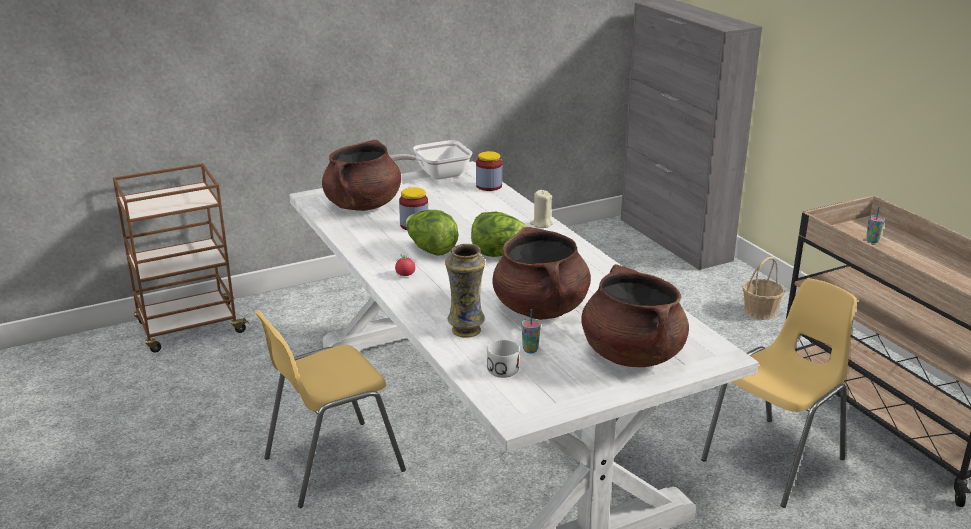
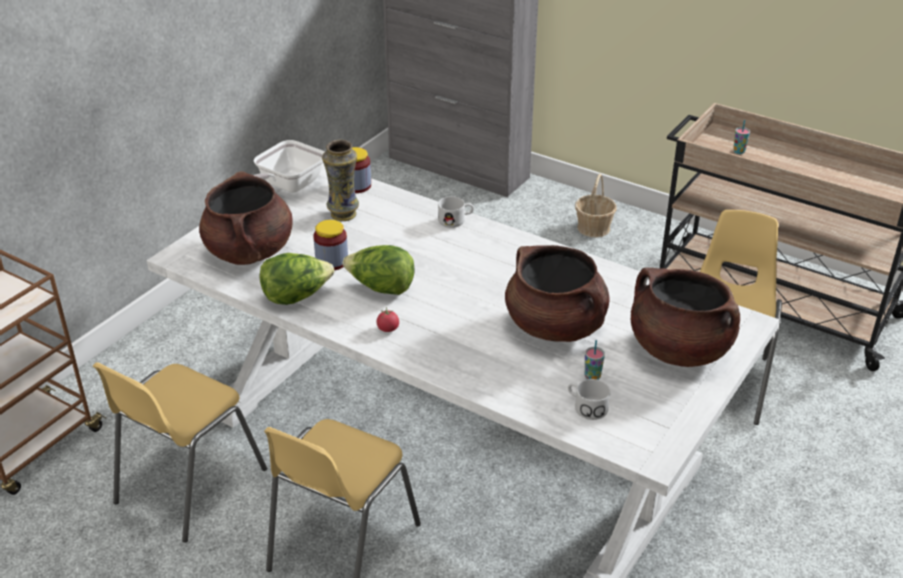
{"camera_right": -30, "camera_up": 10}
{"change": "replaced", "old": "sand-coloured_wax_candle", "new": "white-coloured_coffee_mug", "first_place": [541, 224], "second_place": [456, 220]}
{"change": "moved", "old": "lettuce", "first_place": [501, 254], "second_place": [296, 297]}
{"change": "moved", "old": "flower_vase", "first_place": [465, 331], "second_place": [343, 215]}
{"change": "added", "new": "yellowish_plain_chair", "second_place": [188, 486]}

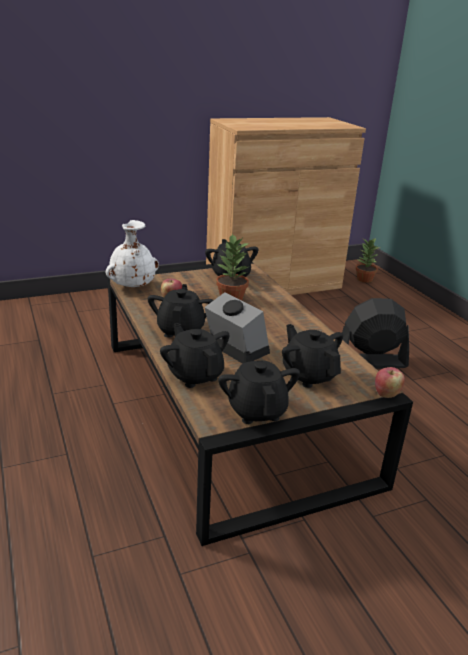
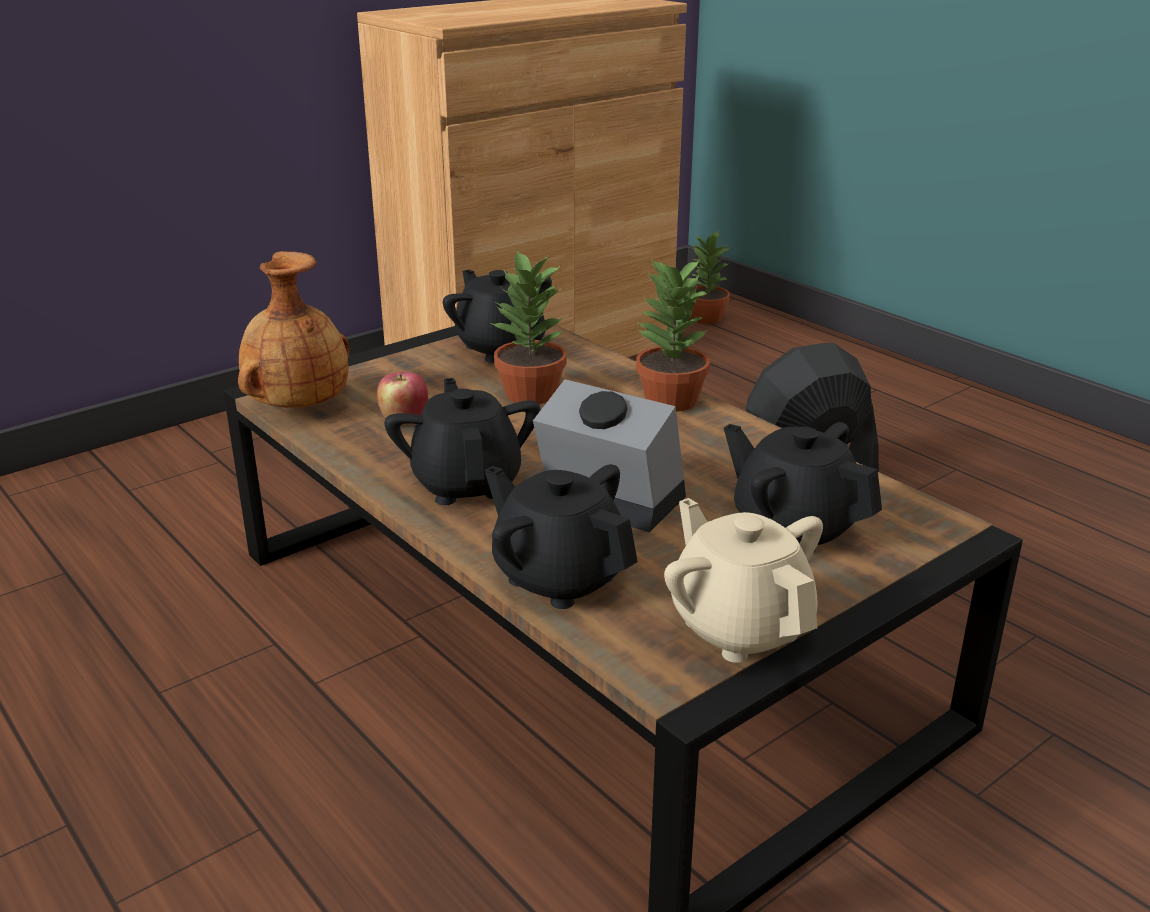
{"camera_right": -15, "camera_up": 0}
{"change": "recoloured", "old": "white-coloured_flower_vase", "new": "brown-coloured_flower_vase", "first_place": [132, 286], "second_place": [298, 406]}
{"change": "recoloured", "old": "blackish_pot_for_tea", "new": "sand-coloured_pot_for_tea", "first_place": [257, 410], "second_place": [740, 627]}
{"change": "removed", "old": "apple", "first_place": [386, 394]}
{"change": "added", "new": "houseplant", "second_place": [669, 400]}

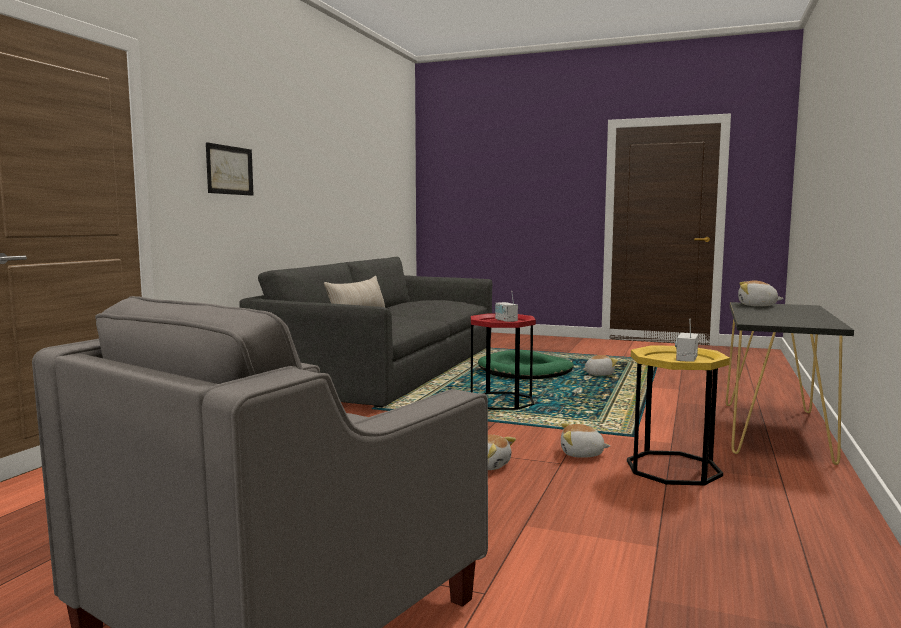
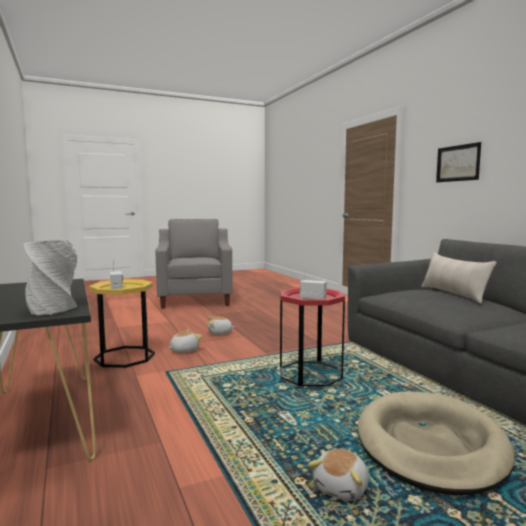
{"camera_right": 135, "camera_up": 0}
{"change": "replaced", "old": "plush_toy", "new": "gray_flower_vase", "first_place": [757, 305], "second_place": [53, 309]}
{"change": "recoloured", "old": "green-coloured_dog_cushion", "new": "sand-coloured_dog_cushion", "first_place": [525, 371], "second_place": [430, 445]}

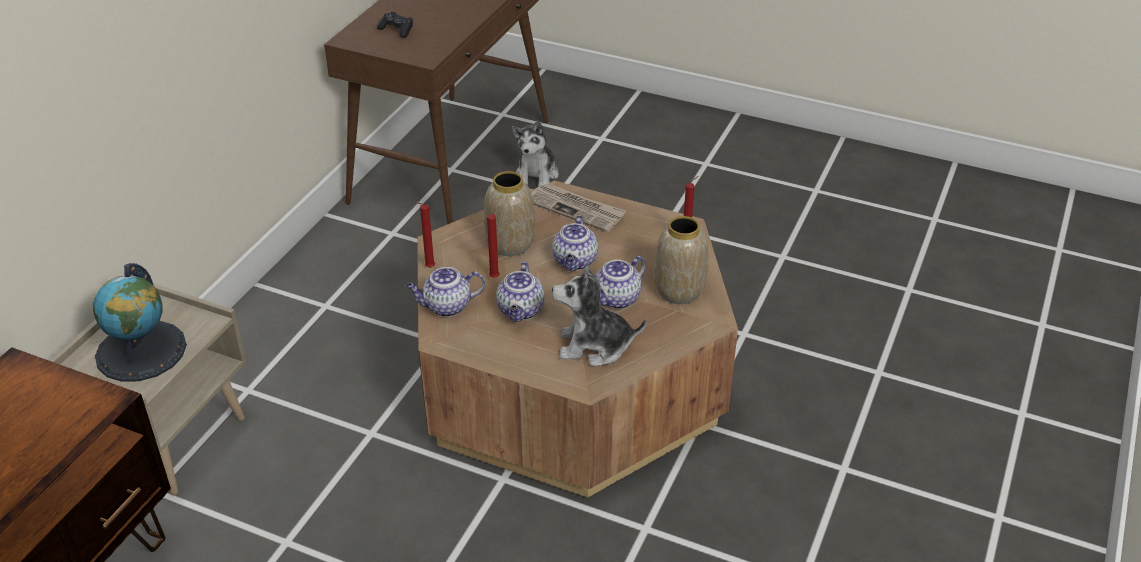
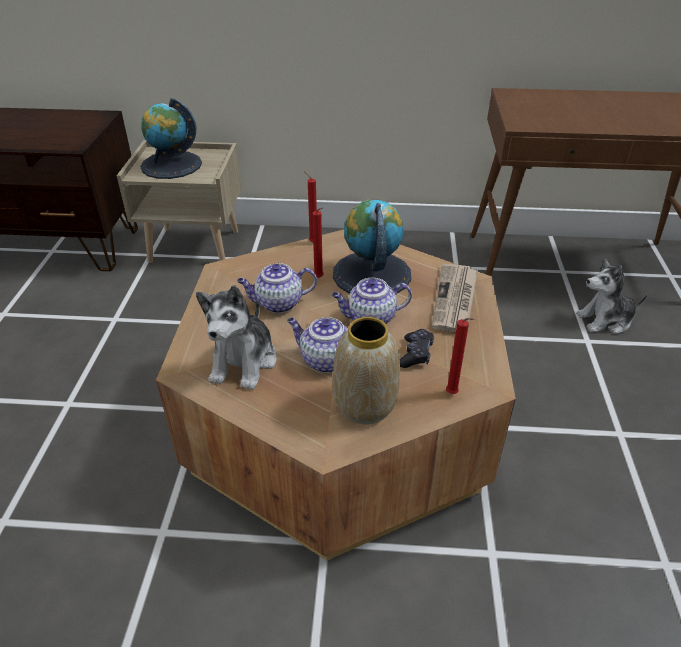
{"camera_right": 70, "camera_up": 0}
{"change": "moved", "old": "blackish_gamepad", "first_place": [397, 30], "second_place": [415, 354]}
{"change": "replaced", "old": "flower_vase", "new": "desk_globe", "first_place": [509, 244], "second_place": [371, 274]}
{"change": "turned", "old": "plush_toy", "first_place": [594, 346], "second_place": [244, 362], "degrees": -150}
{"change": "removed", "old": "pot_for_tea", "first_place": [446, 307]}

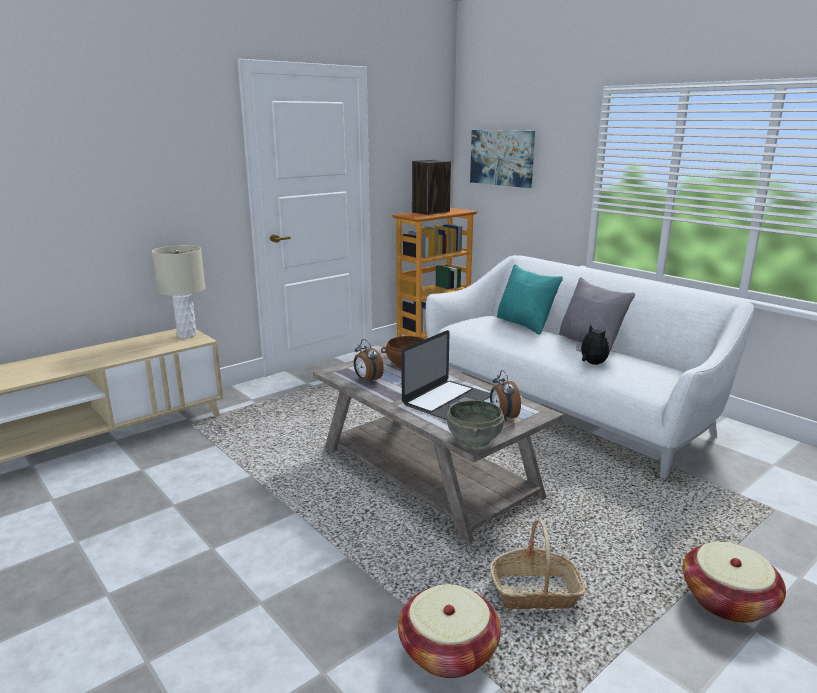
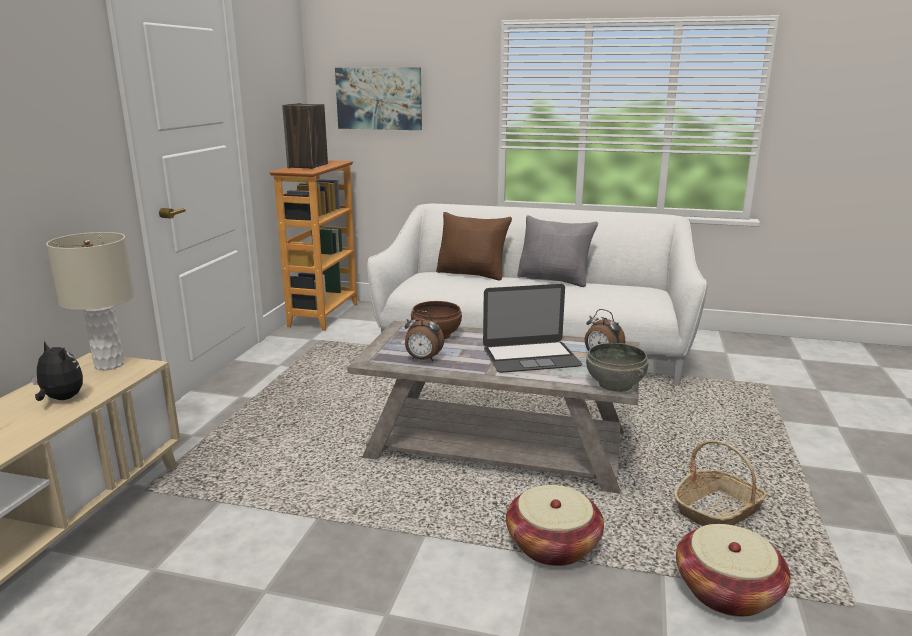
{"camera_right": -35, "camera_up": 0}
{"change": "recoloured", "old": "turquoise-coloured_cushion", "new": "brown-coloured_cushion", "first_place": [525, 324], "second_place": [472, 274]}
{"change": "moved", "old": "plush_toy", "first_place": [591, 363], "second_place": [61, 399]}
{"change": "turned", "old": "portable_computer", "first_place": [447, 400], "second_place": [531, 357], "degrees": 75}
{"change": "moved", "old": "household_basket", "first_place": [727, 601], "second_place": [553, 545]}

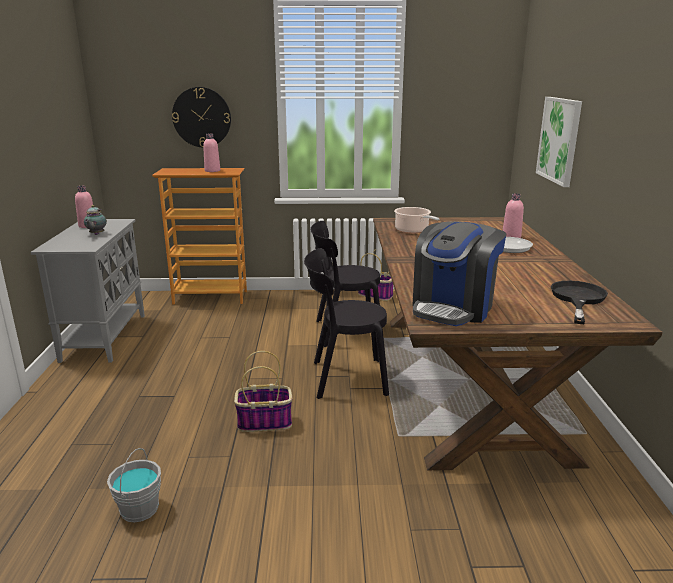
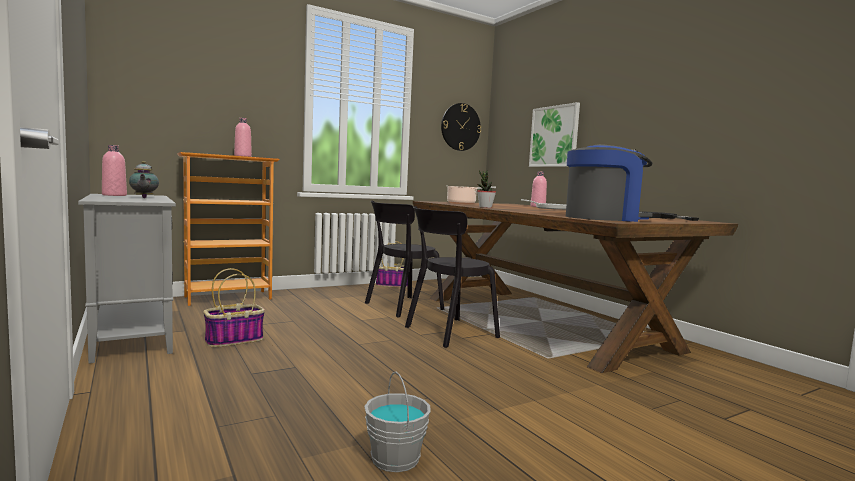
{"camera_right": -30, "camera_up": -15}
{"change": "moved", "old": "clock_on_the_wall", "first_place": [201, 117], "second_place": [460, 127]}
{"change": "turned", "old": "coffee_machine", "first_place": [453, 307], "second_place": [603, 218], "degrees": -105}
{"change": "moved", "old": "household_basket", "first_place": [265, 422], "second_place": [234, 340]}
{"change": "added", "new": "houseplant", "second_place": [485, 207]}

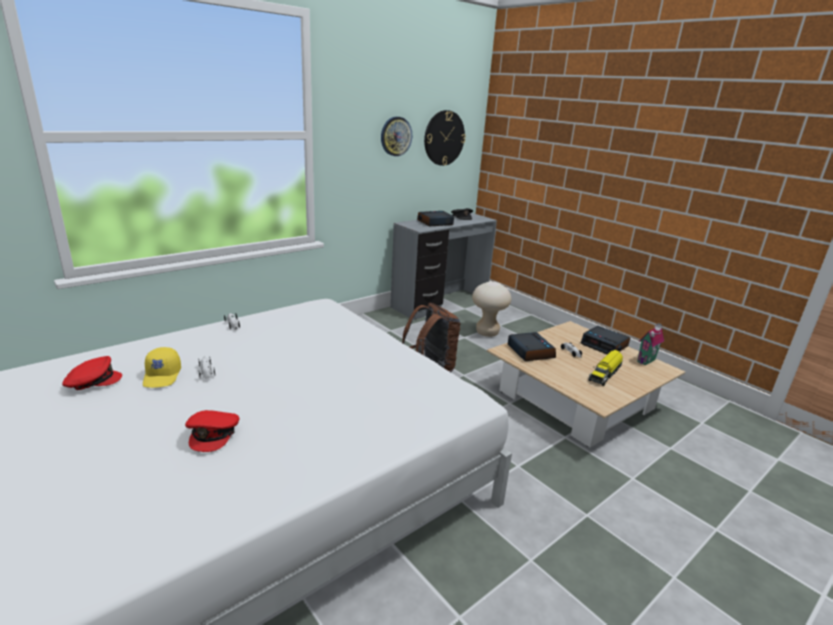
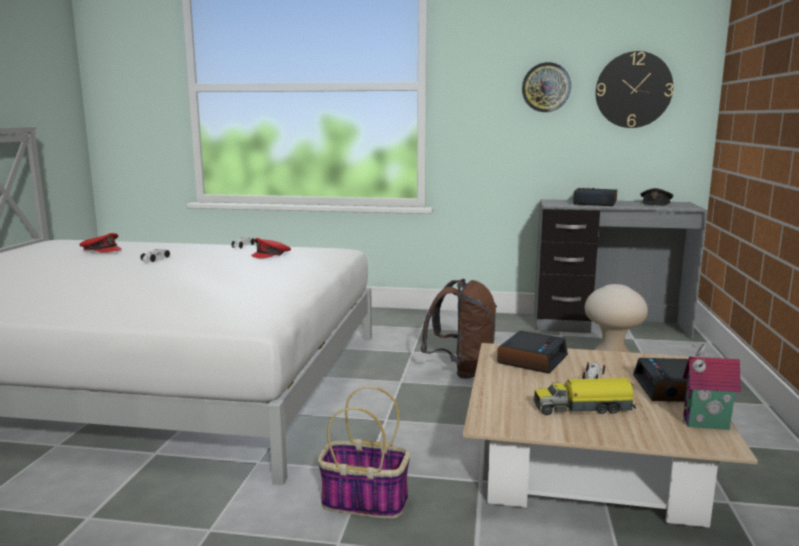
{"camera_right": 50, "camera_up": -10}
{"change": "removed", "old": "yellowish_peaked_cap", "first_place": [163, 376]}
{"change": "moved", "old": "reddish_peaked_cap", "first_place": [213, 433], "second_place": [272, 254]}
{"change": "added", "new": "household_basket", "second_place": [362, 501]}

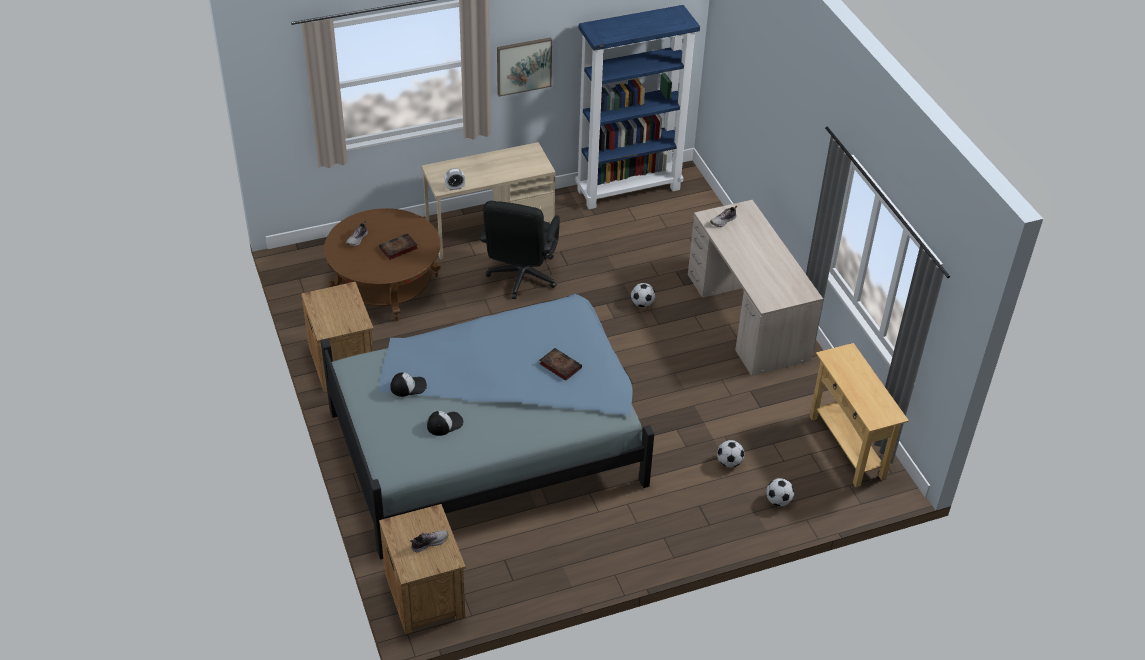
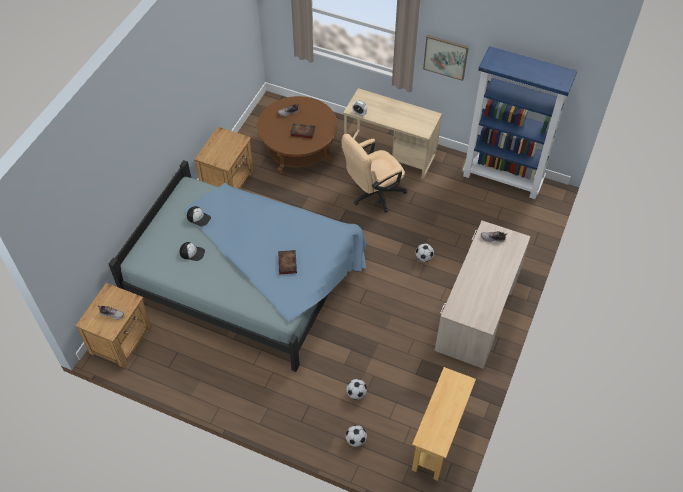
{"camera_right": 45, "camera_up": 10}
{"change": "recoloured", "old": "blackish_desk_chair", "new": "sand-coloured_desk_chair", "first_place": [521, 279], "second_place": [373, 195]}

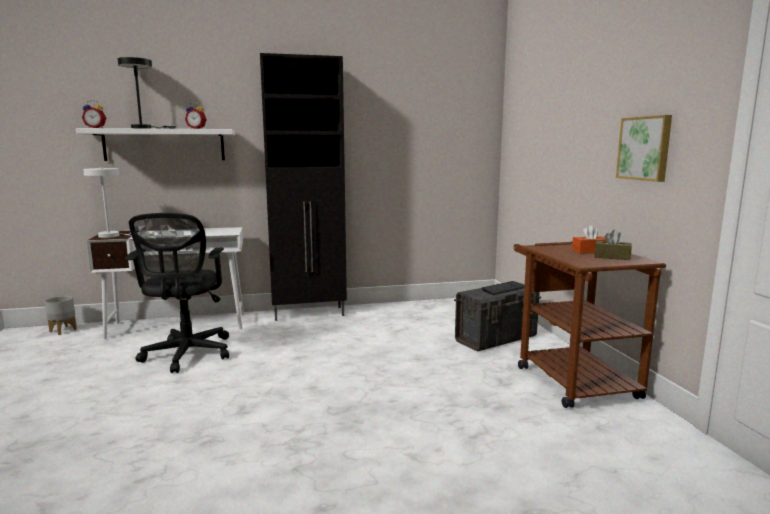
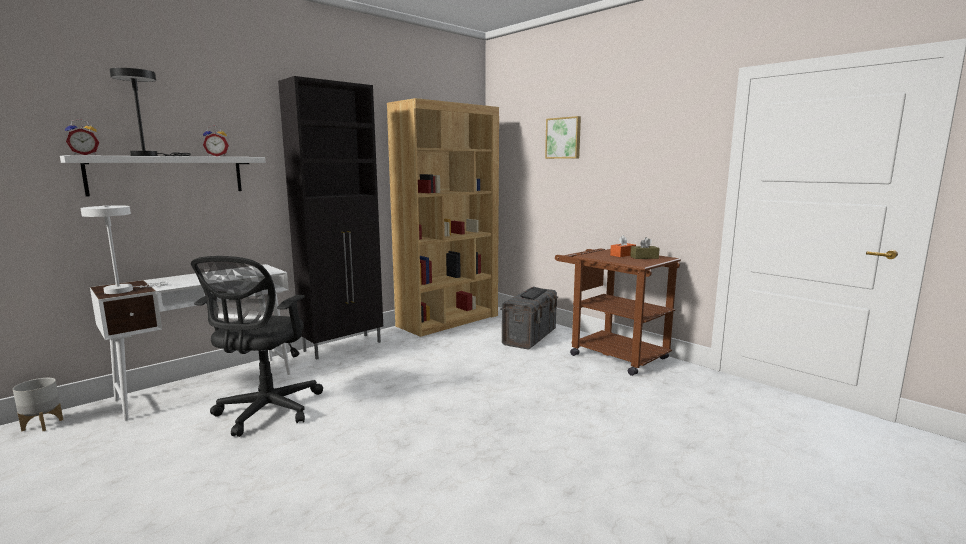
{"camera_right": -30, "camera_up": 0}
{"change": "moved", "old": "picture", "first_place": [645, 148], "second_place": [563, 138]}
{"change": "turned", "old": "blackish_desk_chair", "first_place": [187, 355], "second_place": [266, 412], "degrees": 45}
{"change": "added", "new": "brown-coloured_shelving_unit", "second_place": [448, 320]}

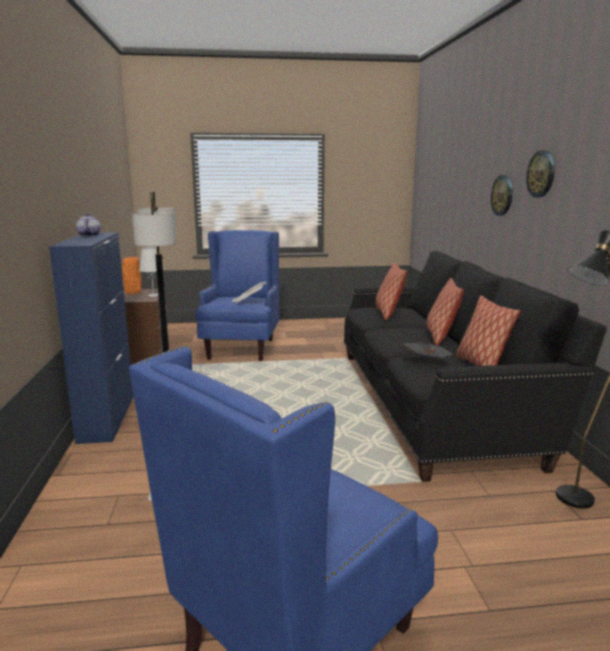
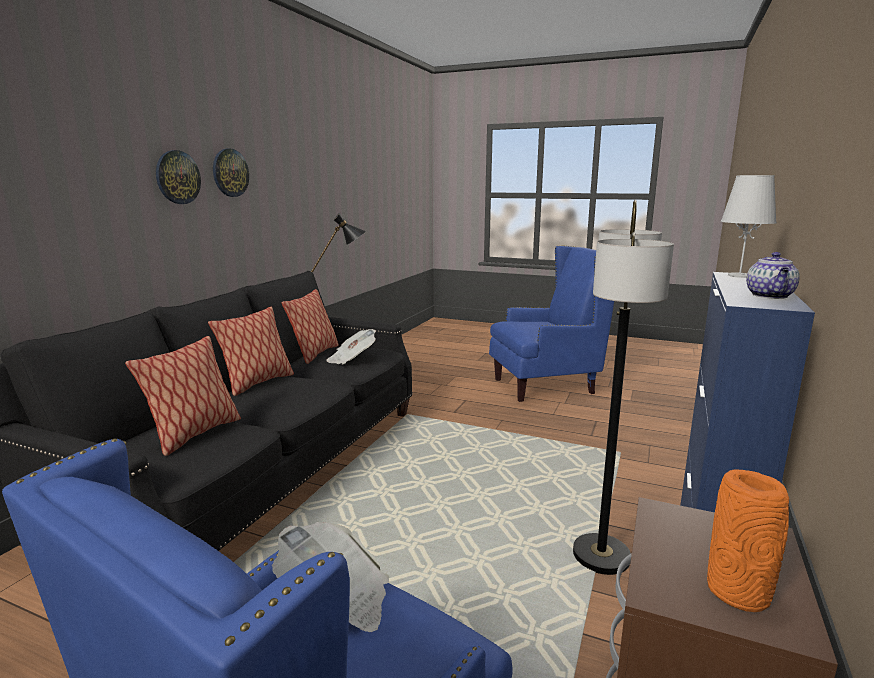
{"camera_right": -150, "camera_up": 0}
{"change": "moved", "old": "clock_on_the_wall", "first_place": [502, 195], "second_place": [230, 173]}
{"change": "moved", "old": "white-coloured_tabletop_lamp", "first_place": [153, 295], "second_place": [739, 276]}

